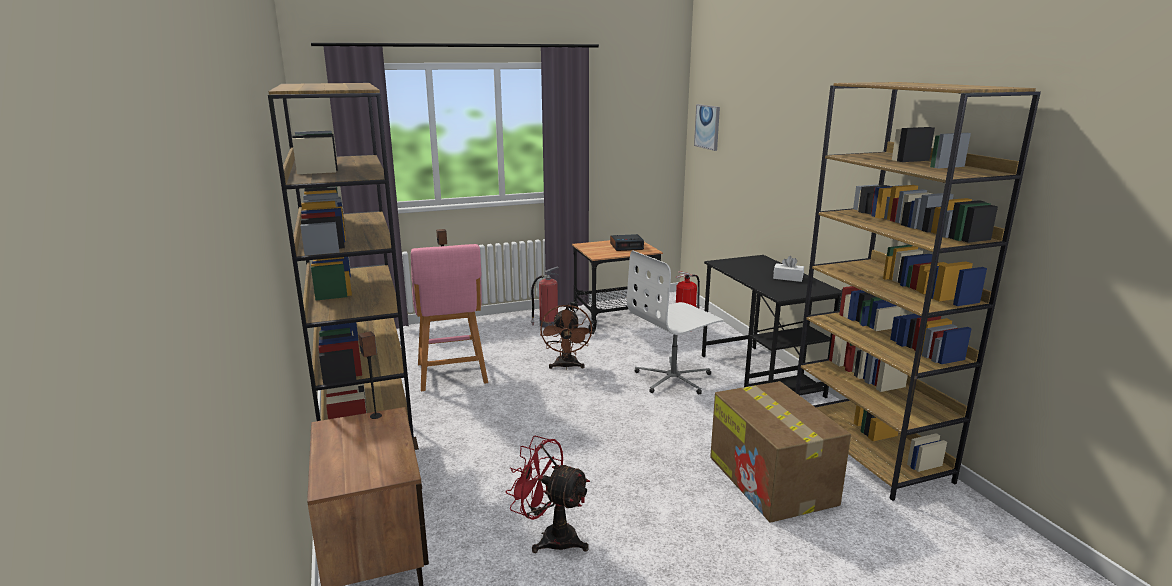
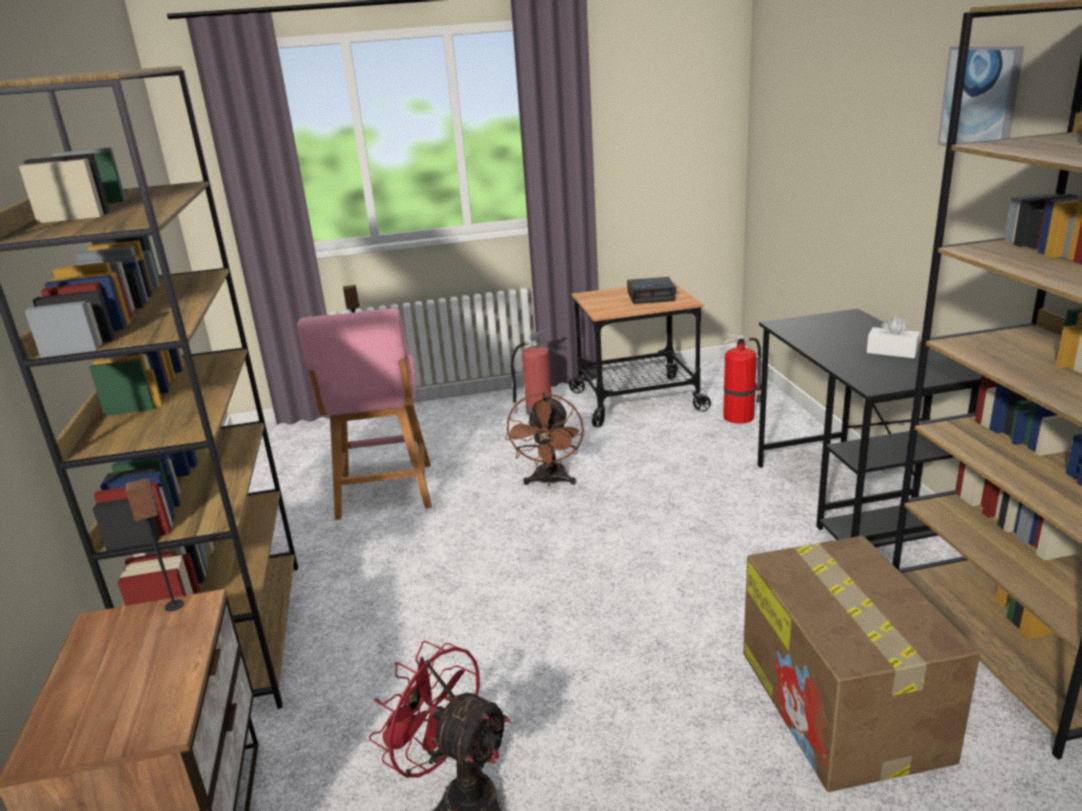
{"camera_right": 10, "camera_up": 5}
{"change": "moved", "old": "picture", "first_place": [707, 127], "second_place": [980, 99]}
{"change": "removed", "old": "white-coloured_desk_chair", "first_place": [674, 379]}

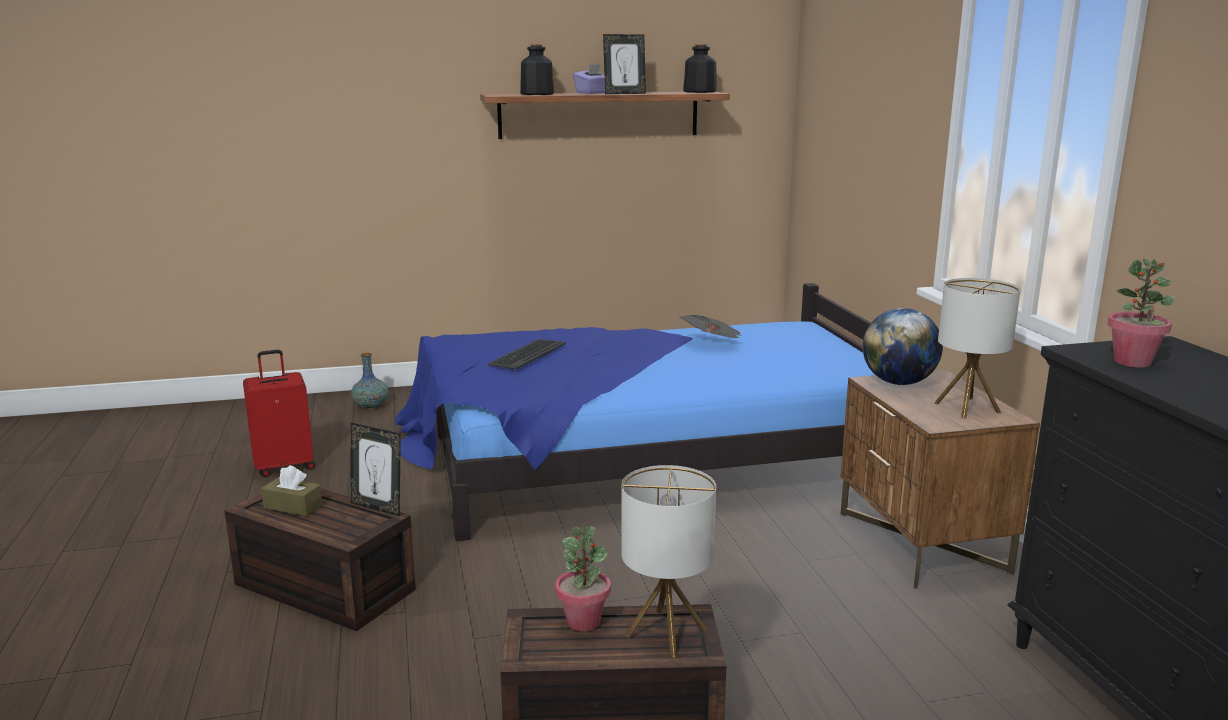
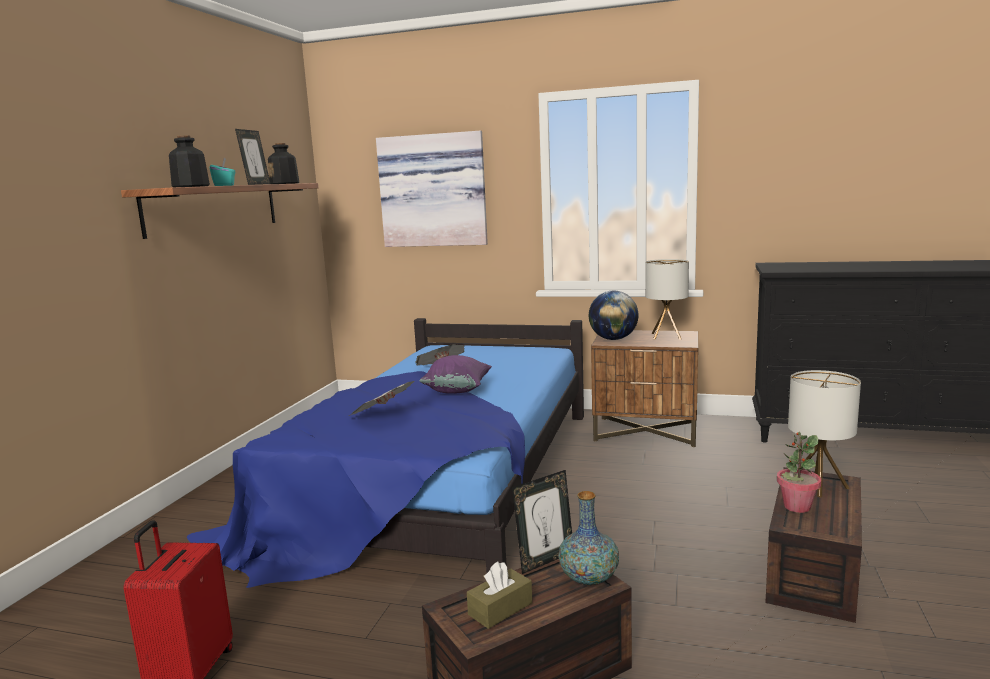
{"camera_right": -60, "camera_up": -5}
{"change": "recoloured", "old": "purplish_box_of_tissues", "new": "turquoise-coloured_box_of_tissues", "first_place": [593, 93], "second_place": [224, 185]}
{"change": "removed", "old": "houseplant", "first_place": [1133, 362]}
{"change": "replaced", "old": "keyboard", "new": "daily_paper", "first_place": [527, 354], "second_place": [382, 416]}
{"change": "moved", "old": "flower_vase", "first_place": [371, 406], "second_place": [589, 578]}
{"change": "added", "new": "picture", "second_place": [434, 190]}
{"change": "added", "new": "purplish_cushion", "second_place": [457, 391]}

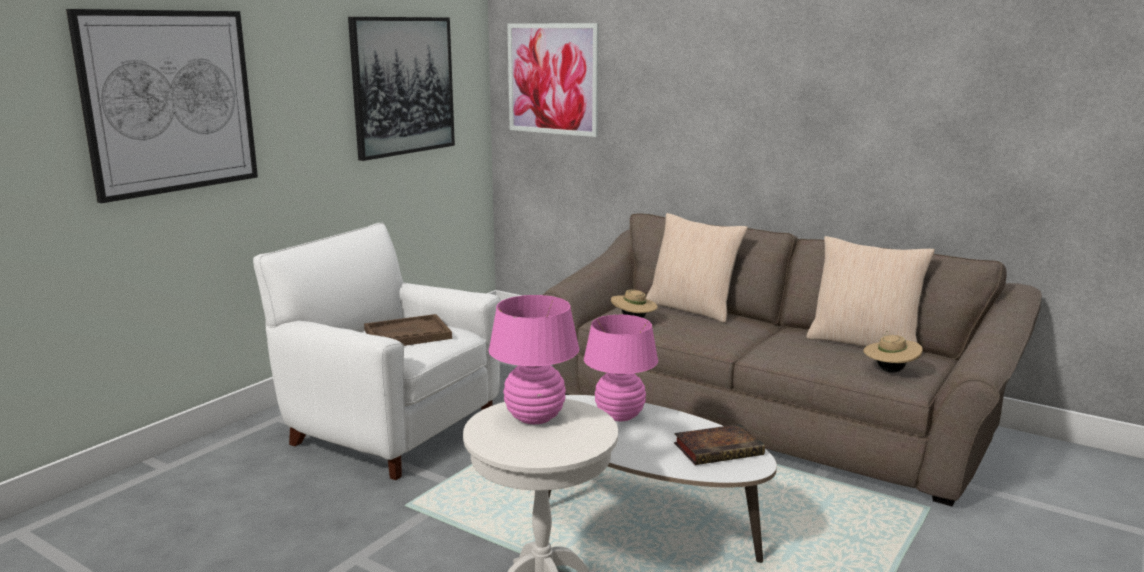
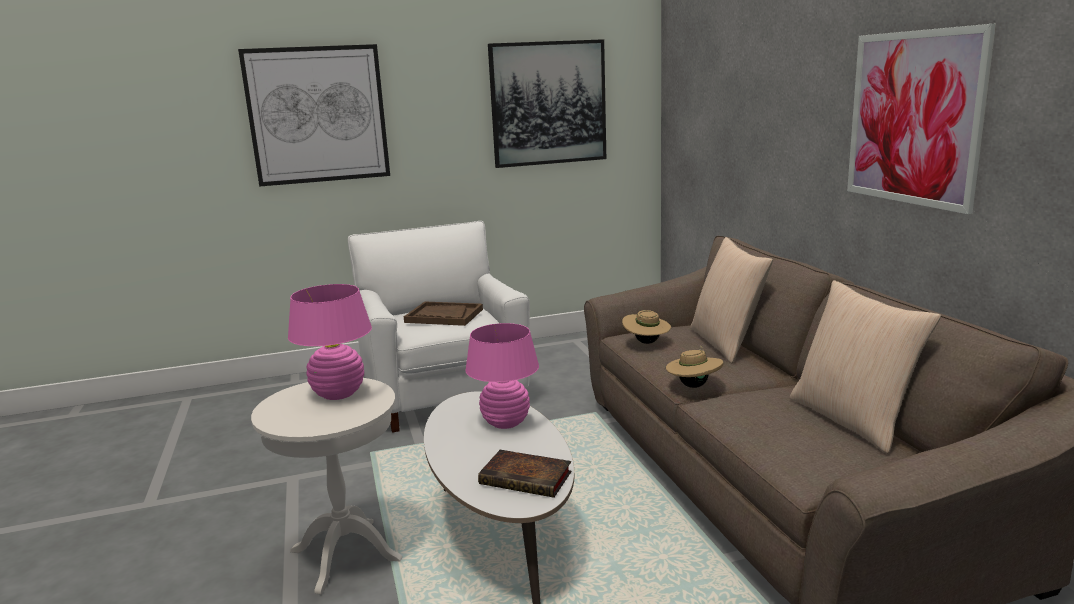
{"camera_right": 40, "camera_up": 0}
{"change": "moved", "old": "picture", "first_place": [552, 79], "second_place": [913, 118]}
{"change": "moved", "old": "sand-coloured_clothing_hat", "first_place": [890, 371], "second_place": [693, 386]}

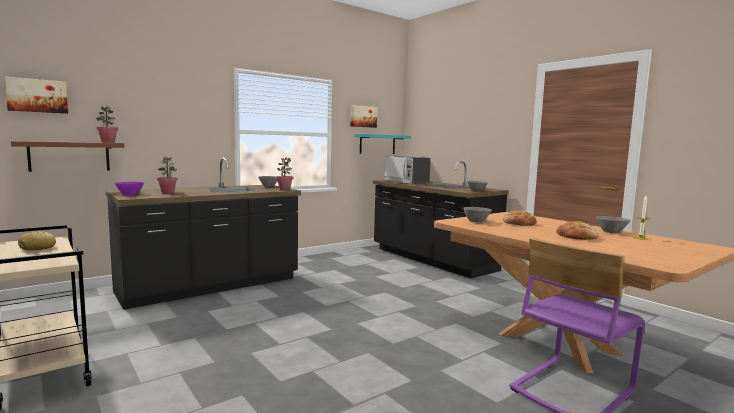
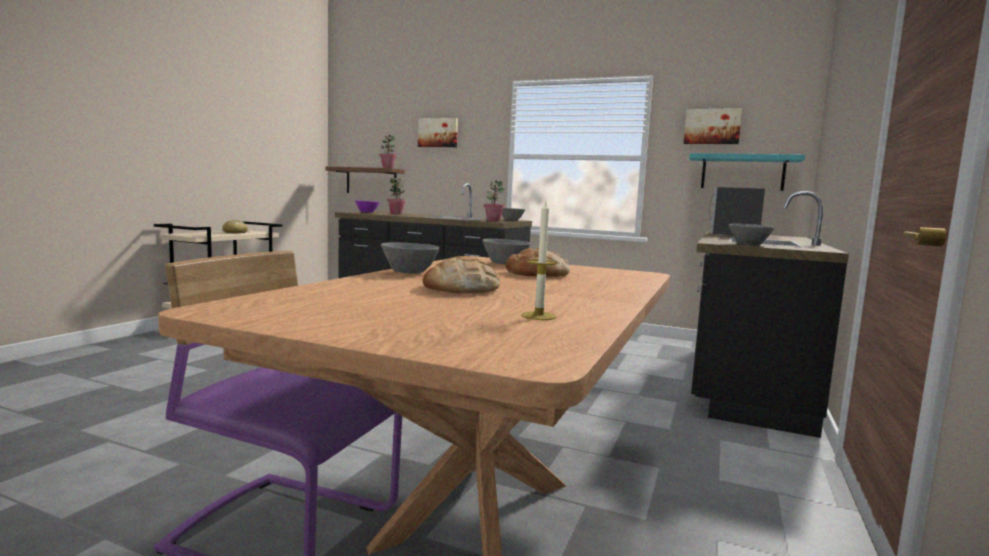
{"camera_right": 60, "camera_up": 0}
{"change": "moved", "old": "picture", "first_place": [37, 95], "second_place": [438, 133]}
{"change": "moved", "old": "gray_deep_dish", "first_place": [612, 232], "second_place": [410, 272]}

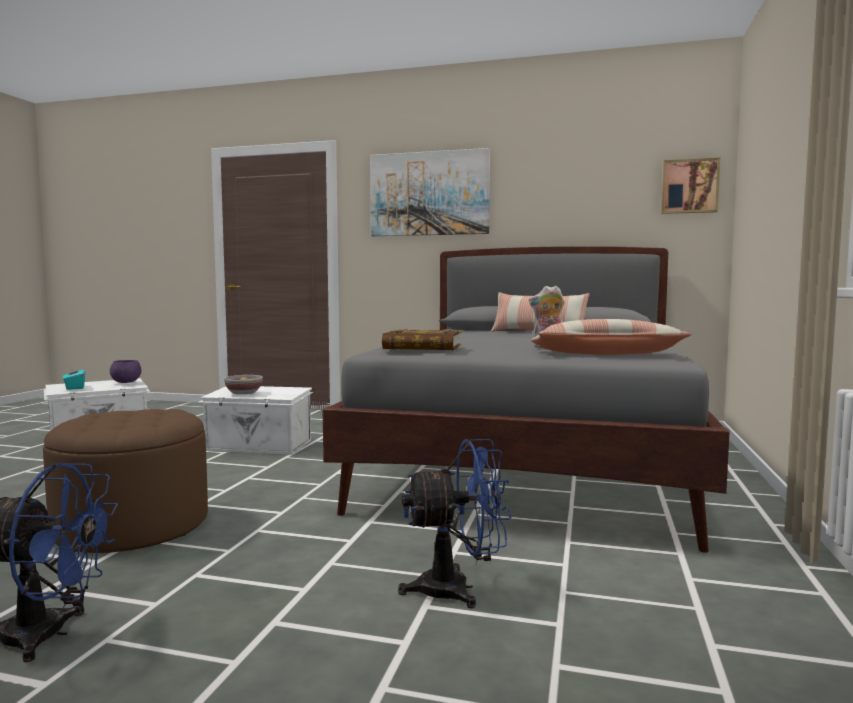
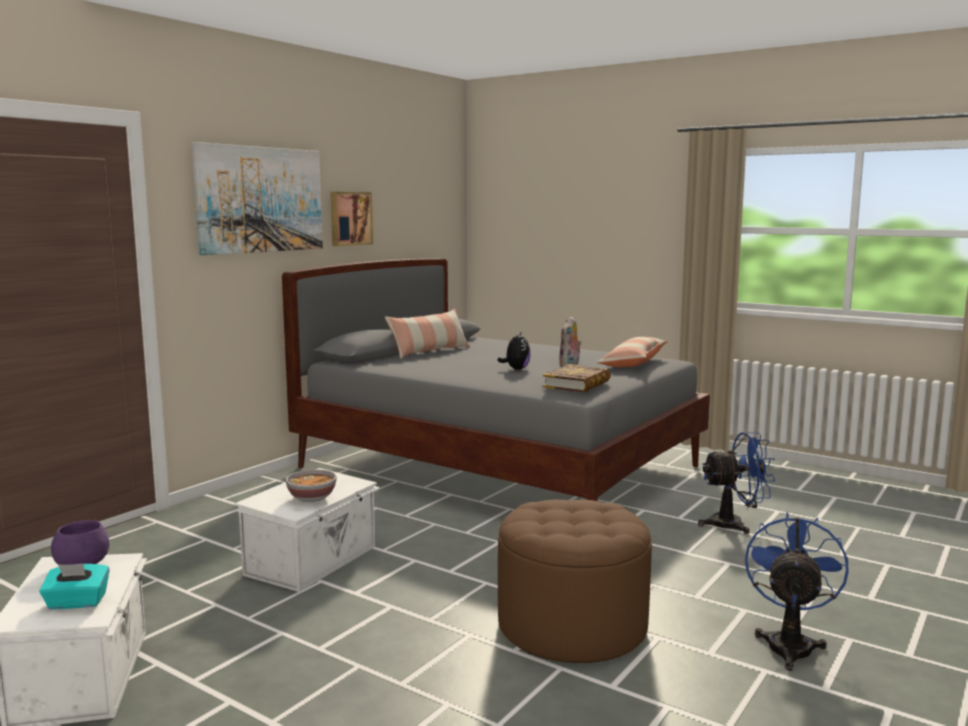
{"camera_right": -70, "camera_up": 5}
{"change": "moved", "old": "picture", "first_place": [689, 186], "second_place": [350, 218]}
{"change": "turned", "old": "blue-coloured_fan", "first_place": [457, 589], "second_place": [734, 524], "degrees": 75}
{"change": "added", "new": "plush_toy", "second_place": [516, 369]}

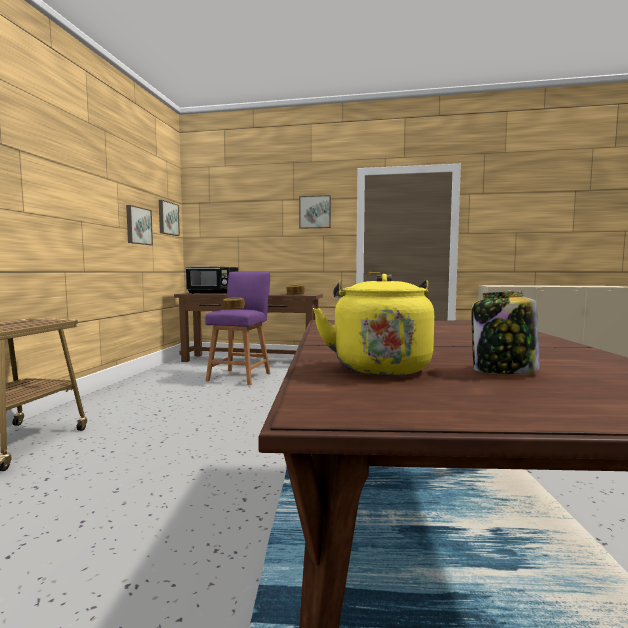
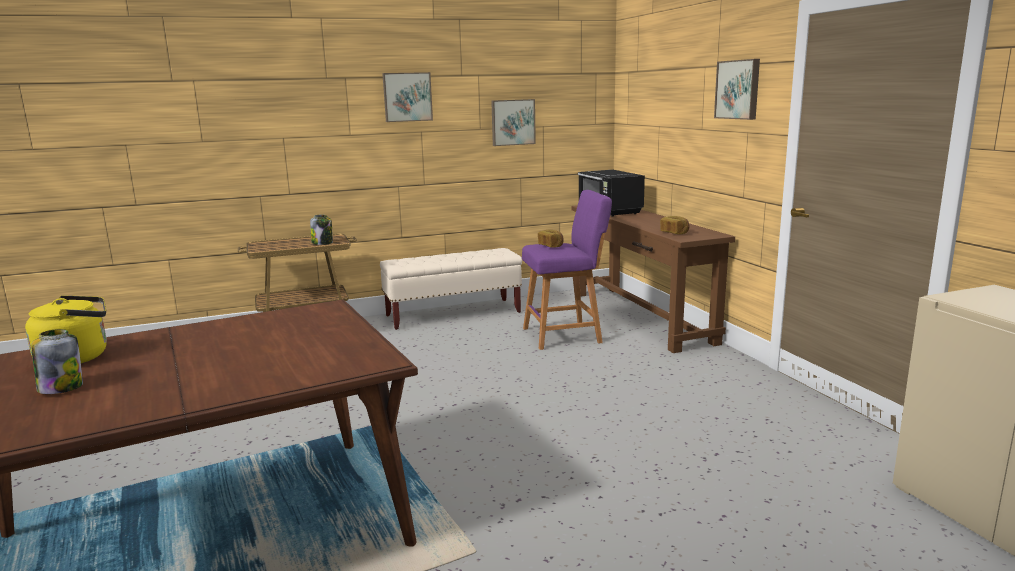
{"camera_right": 60, "camera_up": 10}
{"change": "moved", "old": "picture", "first_place": [167, 218], "second_place": [407, 97]}
{"change": "added", "new": "jar", "second_place": [322, 243]}
{"change": "added", "new": "sand-coloured_bench", "second_place": [453, 314]}

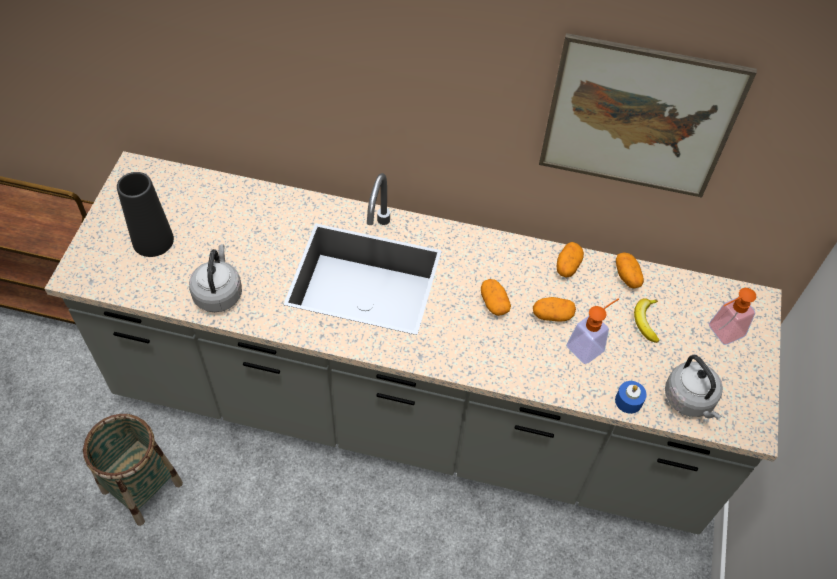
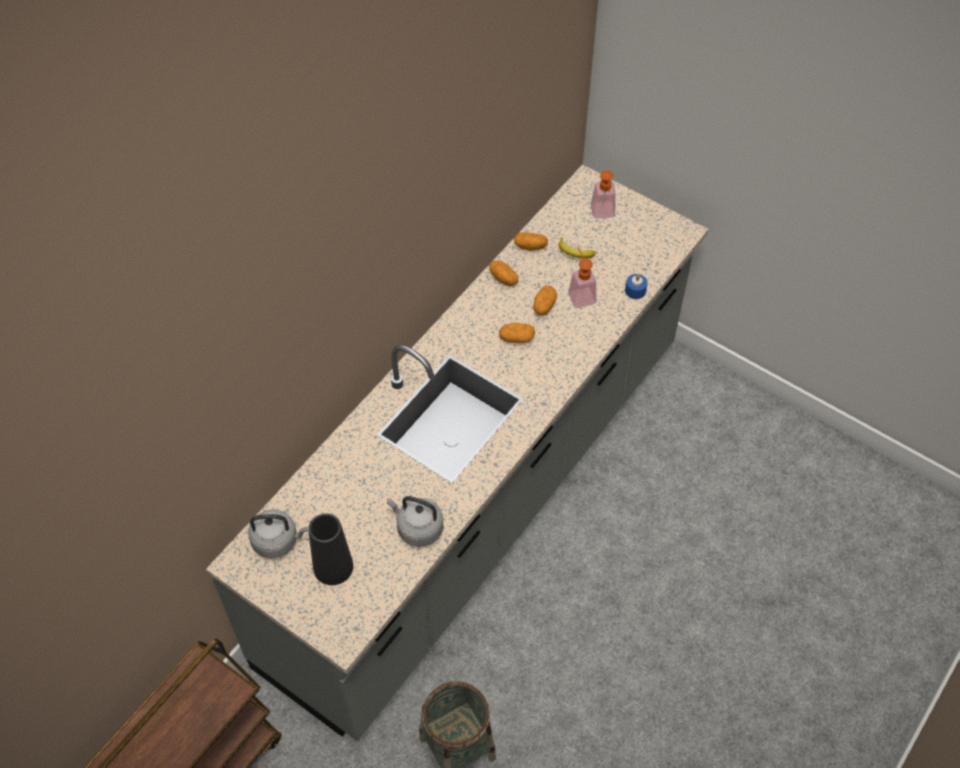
{"camera_right": -65, "camera_up": 0}
{"change": "removed", "old": "picture", "first_place": [638, 118]}
{"change": "moved", "old": "gray_kettle", "first_place": [690, 400], "second_place": [278, 541]}

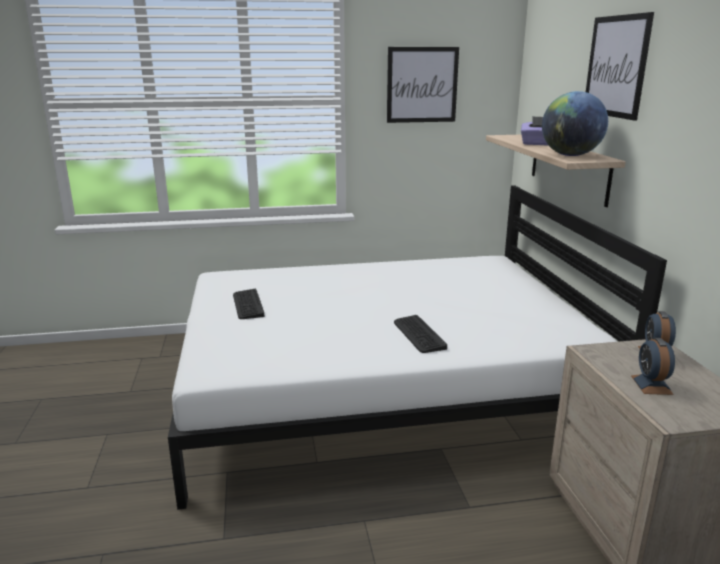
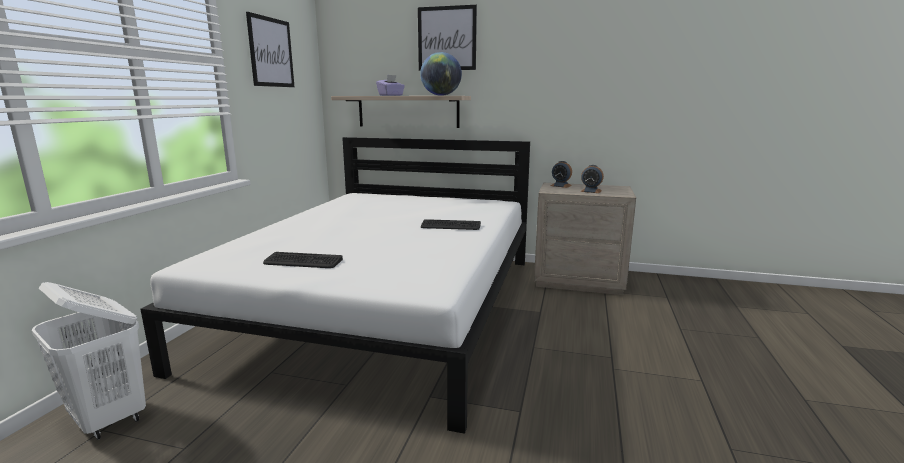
{"camera_right": -65, "camera_up": -5}
{"change": "added", "new": "white-coloured_laundry_basket", "second_place": [108, 419]}

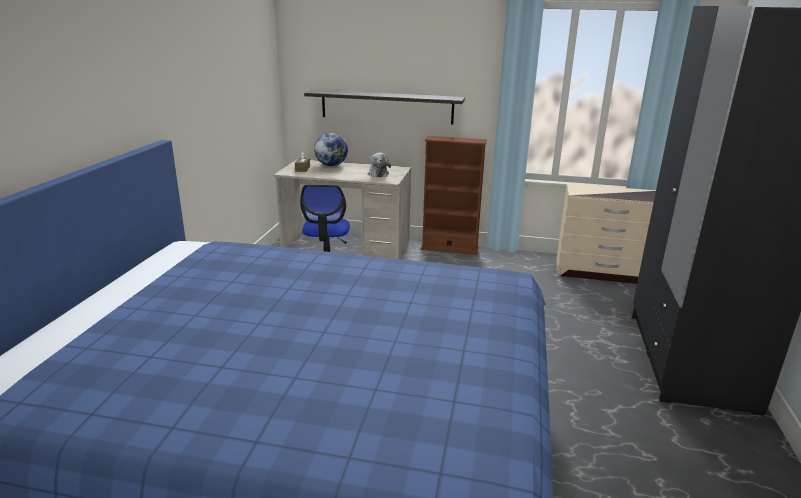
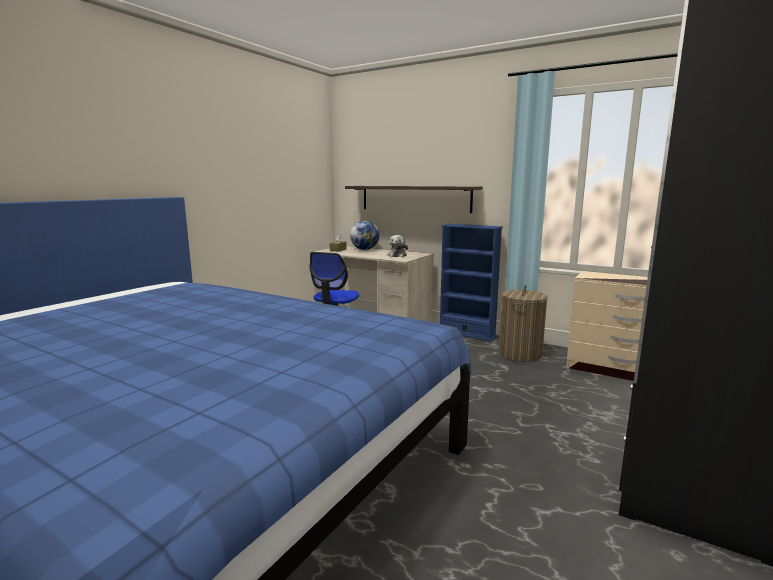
{"camera_right": 20, "camera_up": -10}
{"change": "recoloured", "old": "brown-coloured_shelving_unit", "new": "blue-coloured_shelving_unit", "first_place": [449, 248], "second_place": [467, 334]}
{"change": "added", "new": "laundry_basket", "second_place": [520, 354]}

